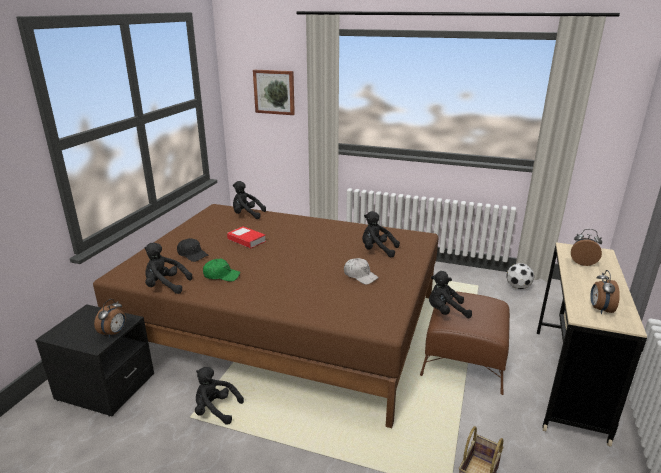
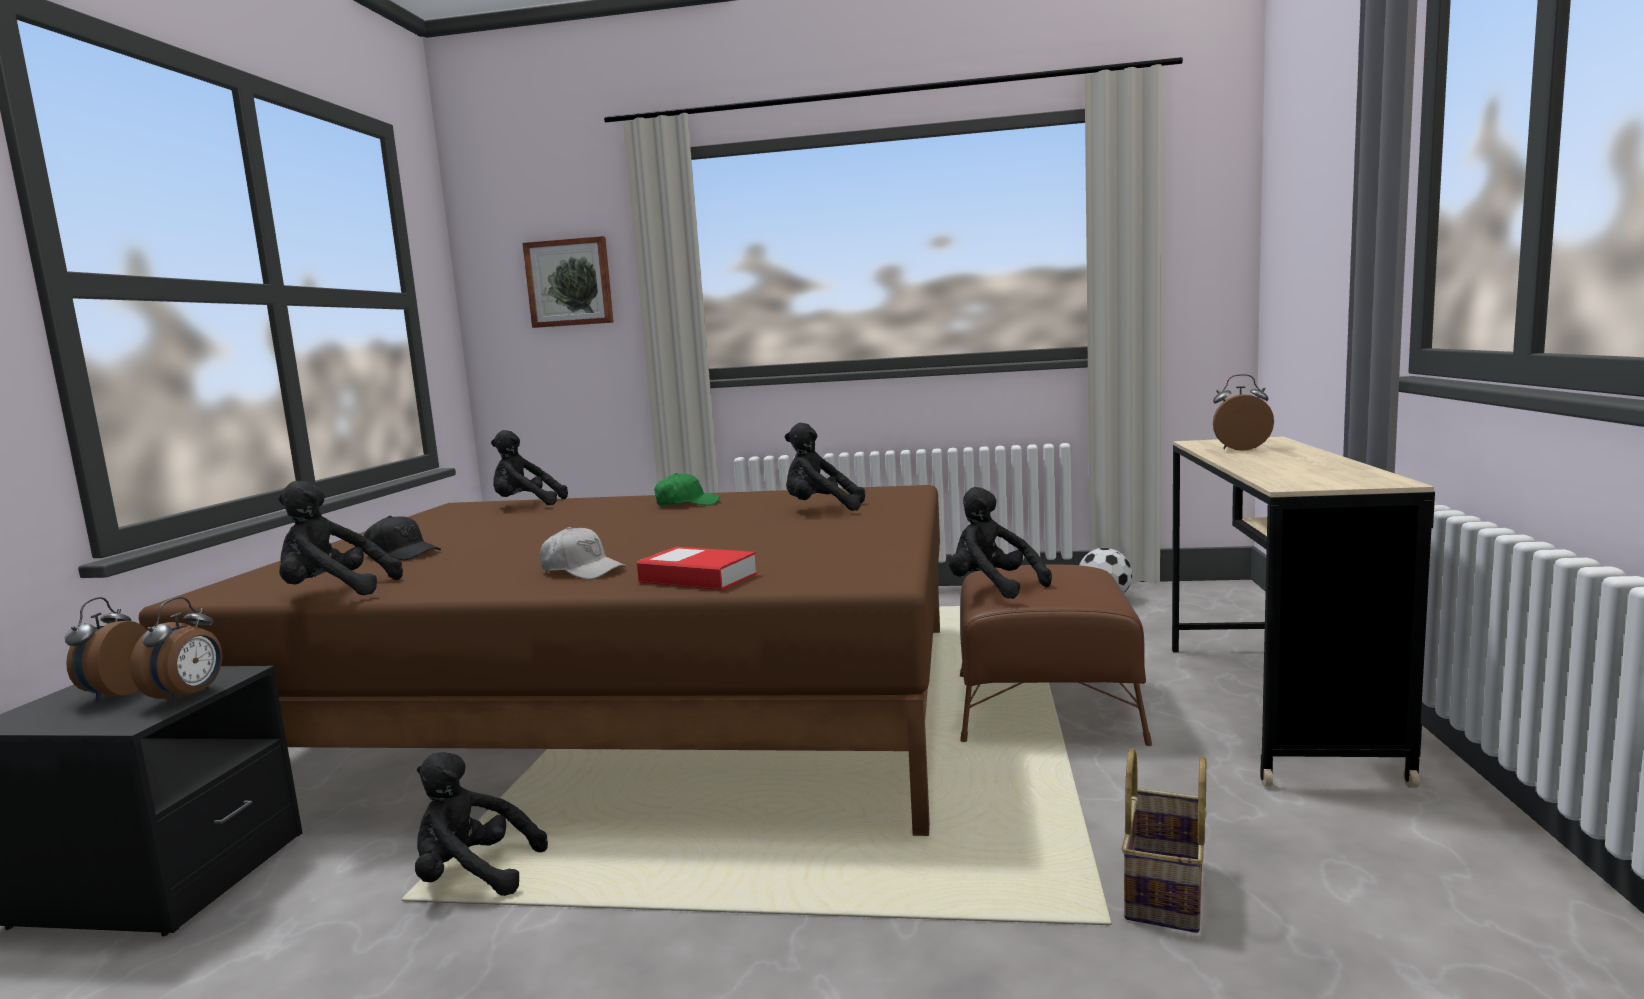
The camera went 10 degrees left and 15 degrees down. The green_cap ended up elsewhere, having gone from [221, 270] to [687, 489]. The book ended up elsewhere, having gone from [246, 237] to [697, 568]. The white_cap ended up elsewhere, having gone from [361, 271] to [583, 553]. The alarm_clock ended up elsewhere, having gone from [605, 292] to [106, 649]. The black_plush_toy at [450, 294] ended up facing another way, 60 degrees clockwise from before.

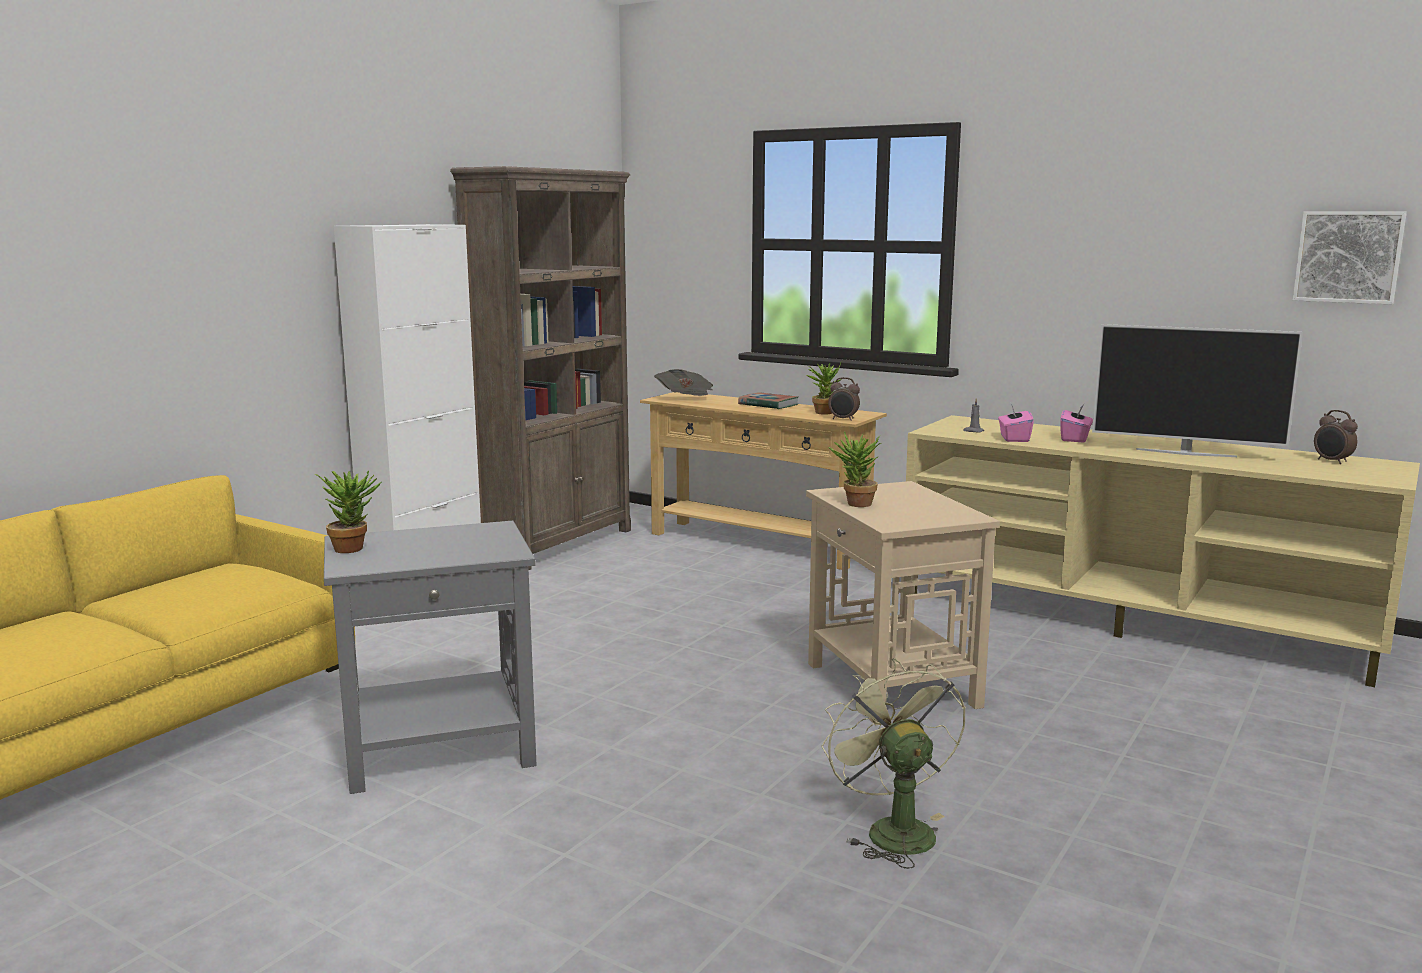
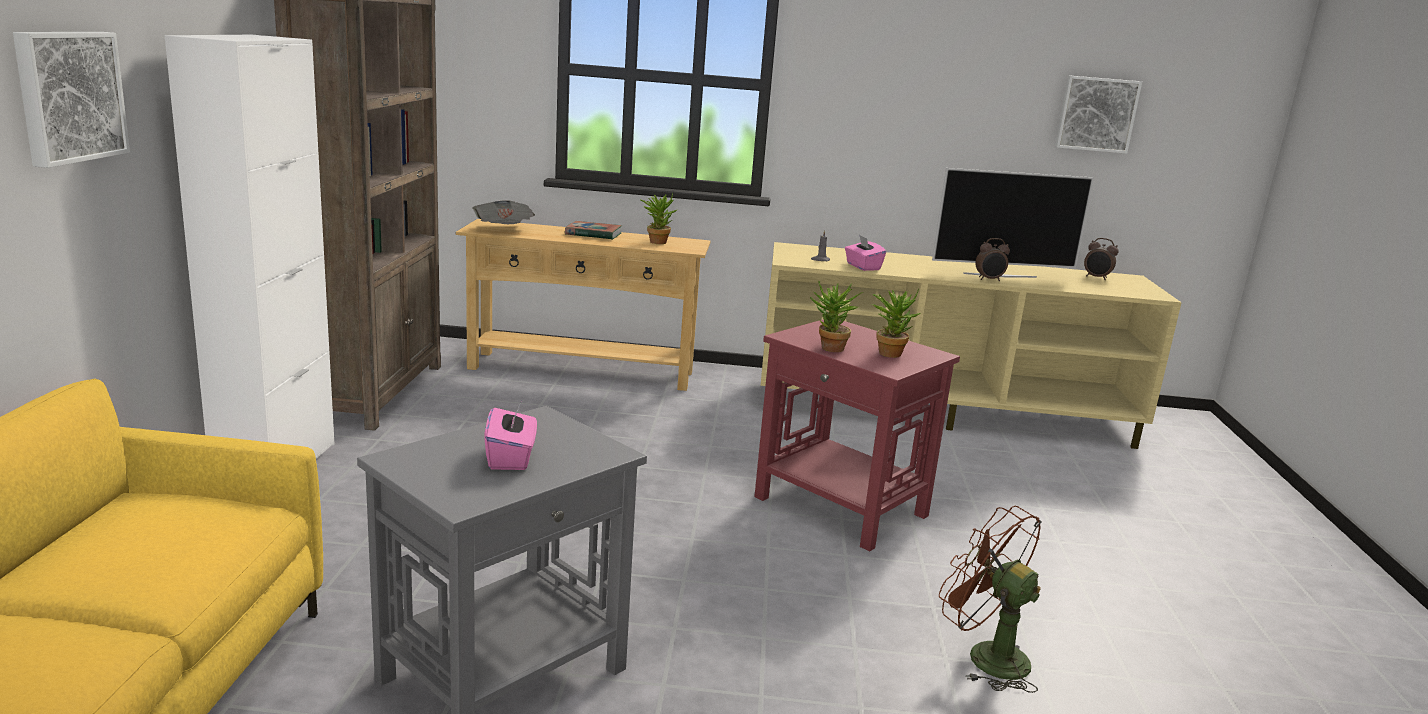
The camera went 30 degrees left and 5 degrees up. The second view gained the picture at [71, 100]. The potted_plant ended up elsewhere, having gone from [348, 512] to [896, 323]. The alarm_clock ended up elsewhere, having gone from [844, 399] to [992, 259]. The pink_tissue_box ended up elsewhere, having gone from [1076, 423] to [511, 436]. What was the beige_side_table at [903, 603] turned into the red_side_table at [857, 435]. What was the green_fan at [894, 763] turned into the brown_fan at [990, 599].

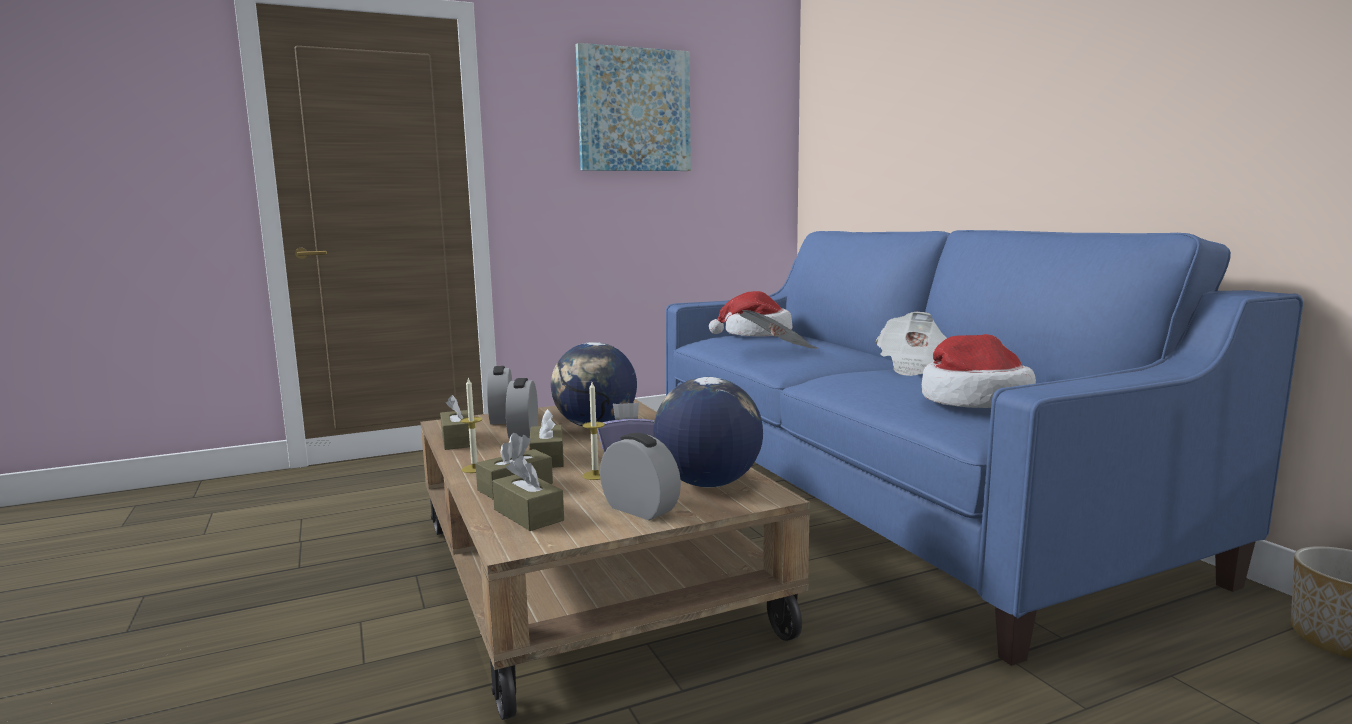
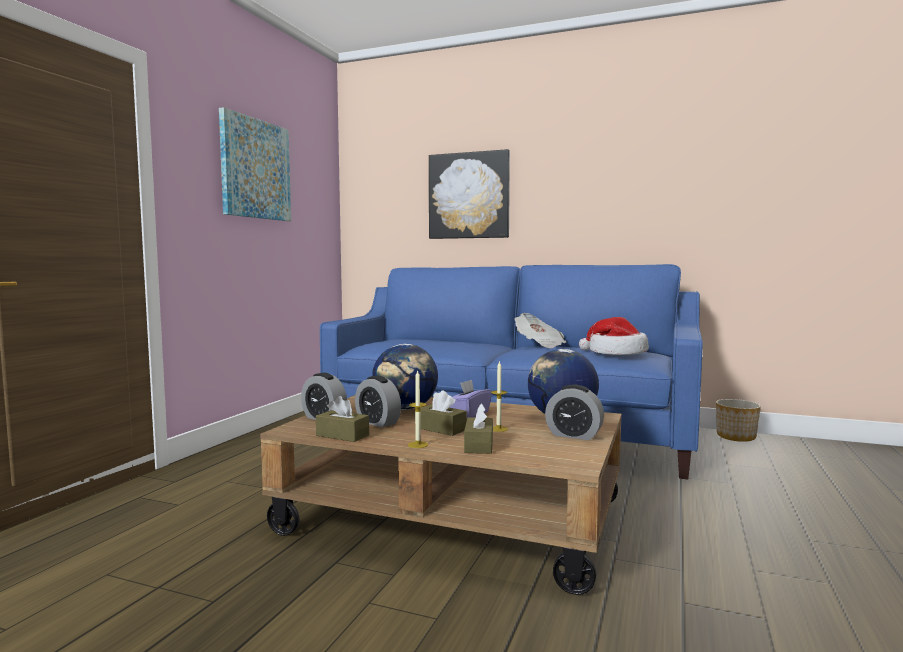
The camera went 45 degrees left and 5 degrees down. The second view lost the brown_tissue_box at [528, 493]. The second view lost the hat at [750, 313]. The second view lost the newspaper at [778, 329]. The second view gained the picture at [469, 194]. The alarm_clock at [640, 476] ended up facing another way, 150 degrees counterclockwise from before.

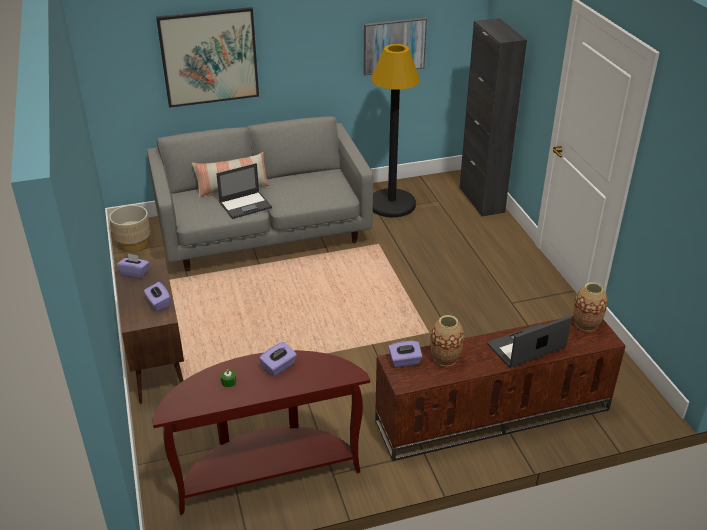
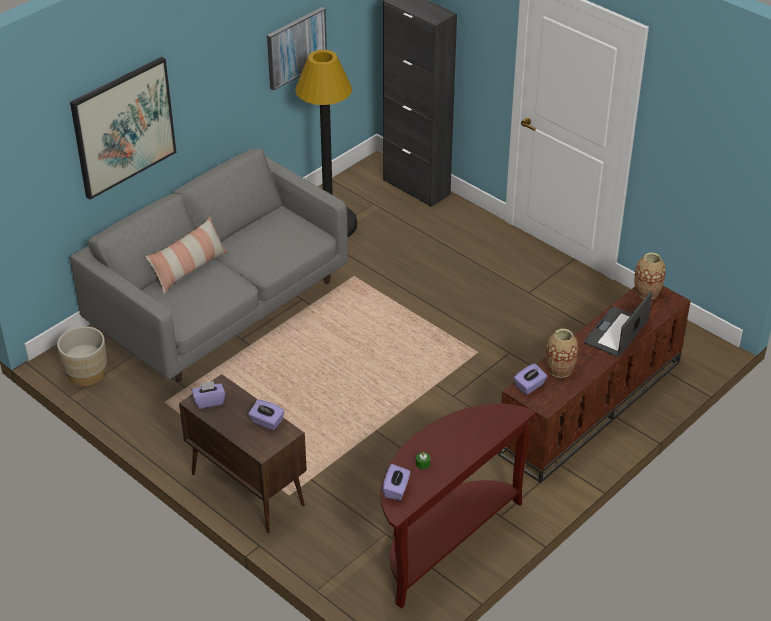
The camera went 30 degrees left and 5 degrees up. The second view lost the laptop at [244, 191]. The purple_tissue_box ended up elsewhere, having gone from [278, 359] to [396, 482].

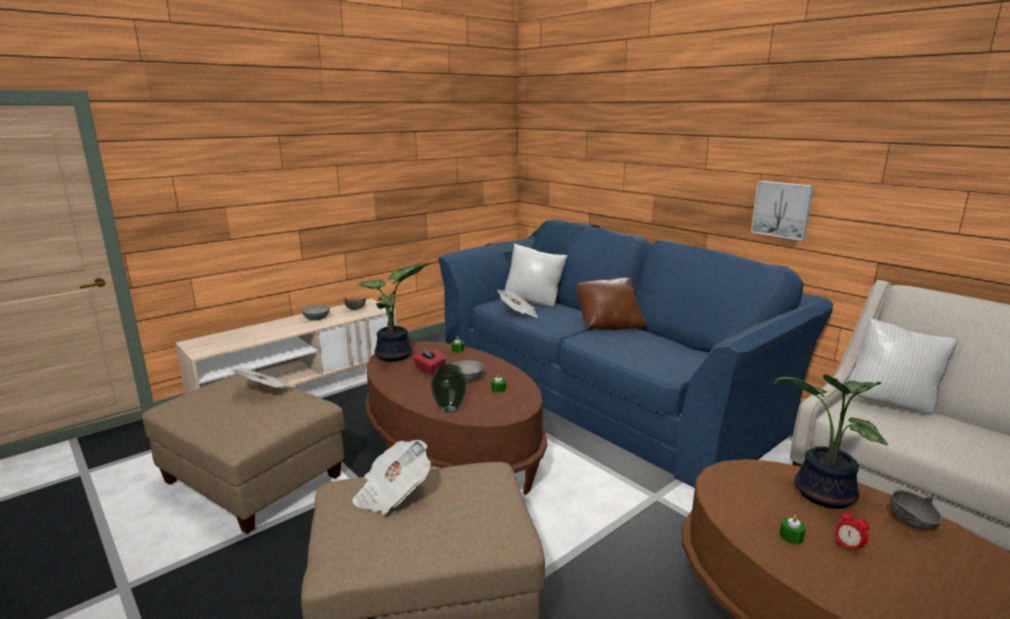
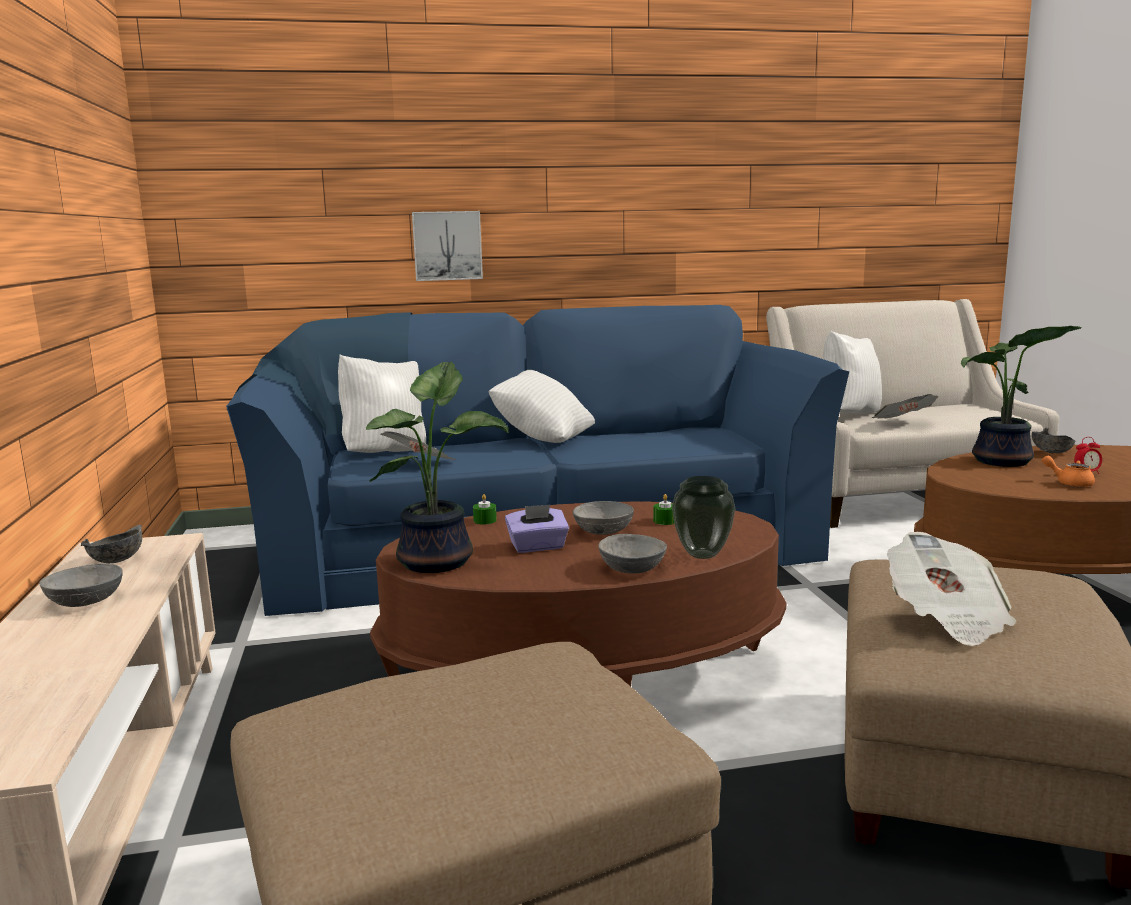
The camera went 60 degrees left and 5 degrees down. The second view gained the grey_bowl at [632, 554]. The newspaper ended up elsewhere, having gone from [263, 378] to [905, 406]. The picture ended up elsewhere, having gone from [782, 211] to [447, 246]. Where the green_candle stood at [792, 529], the orange_teapot came to stand at [1068, 471]. What was the red_tissue_box at [429, 361] turned into the purple_tissue_box at [537, 528]. What was the brown_pillow at [611, 304] turned into the white_pillow at [541, 406].

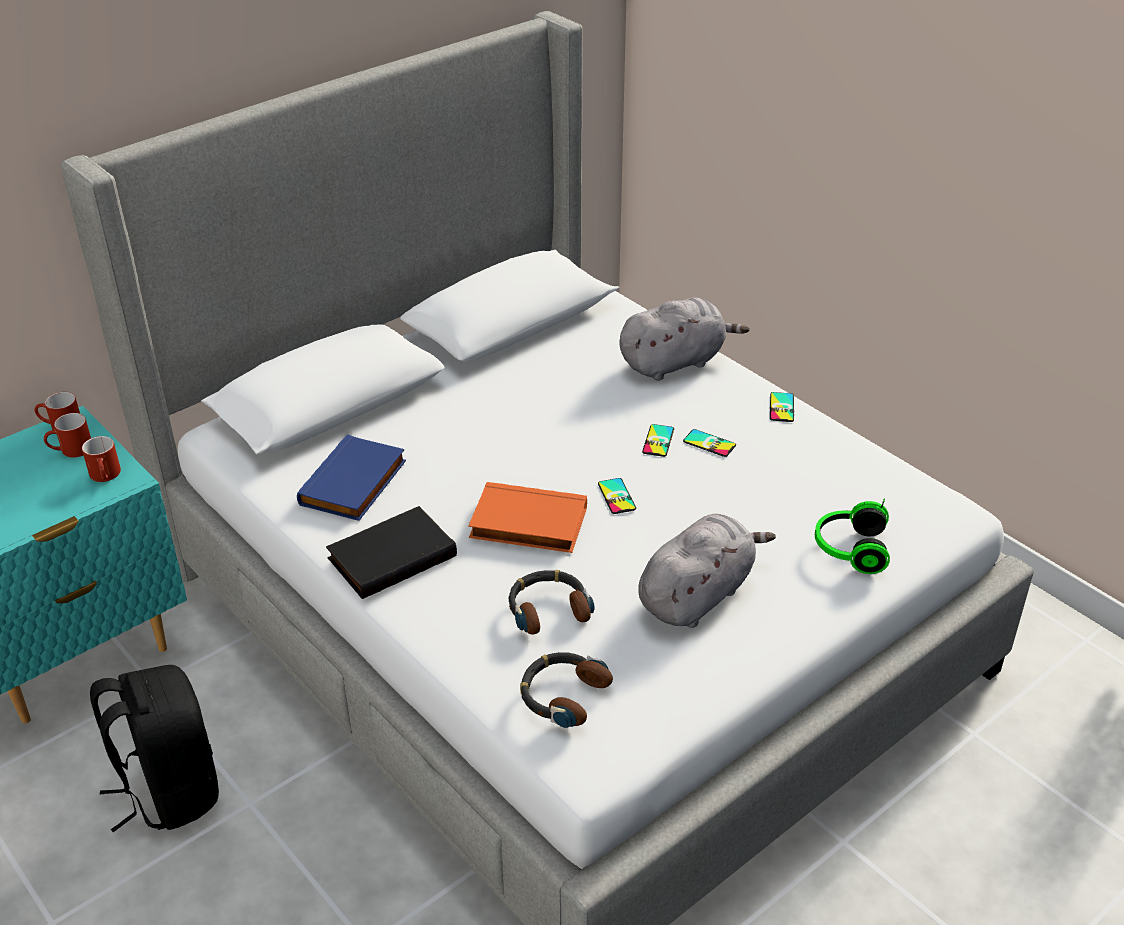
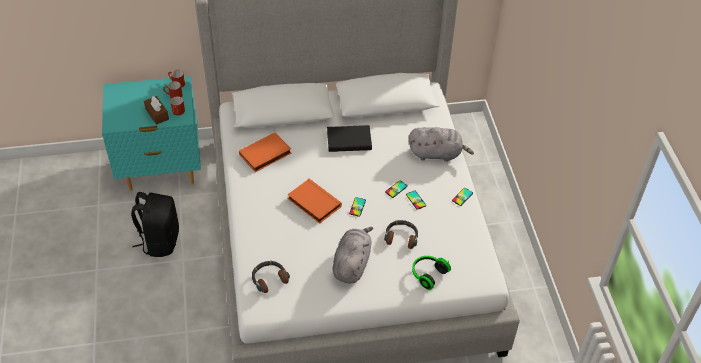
The camera went 30 degrees right and 10 degrees up. The second view gained the brown_tissue_box at [156, 110]. The black_book ended up elsewhere, having gone from [391, 552] to [349, 138]. The headphones ended up elsewhere, having gone from [552, 602] to [401, 234]. What was the blue_book at [351, 477] turned into the orange_book at [265, 152]. The grey_plush_toy at [707, 571] ended up facing another way, 60 degrees counterclockwise from before.

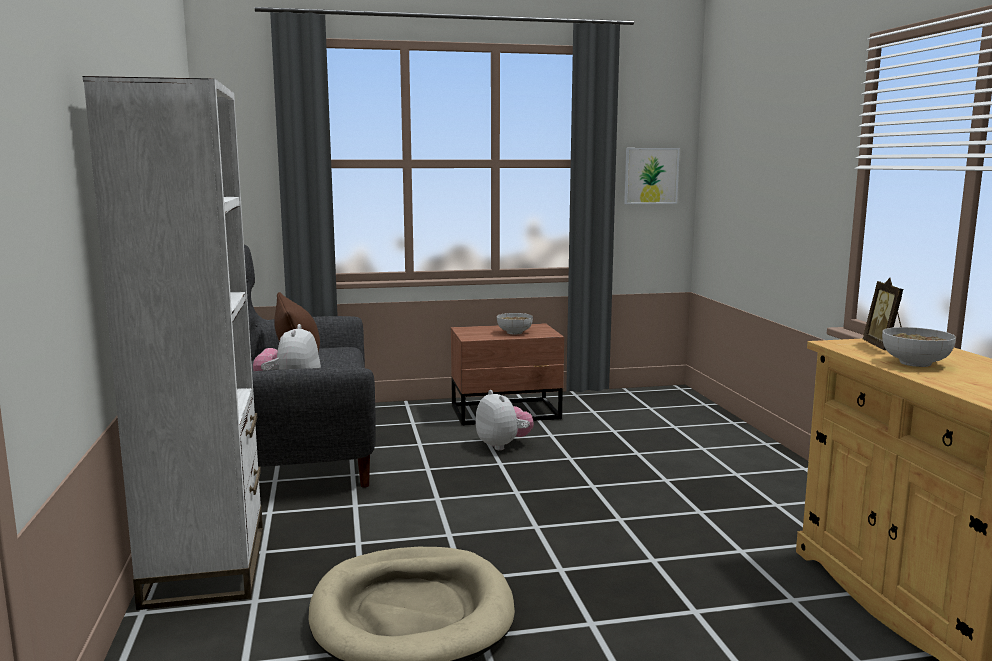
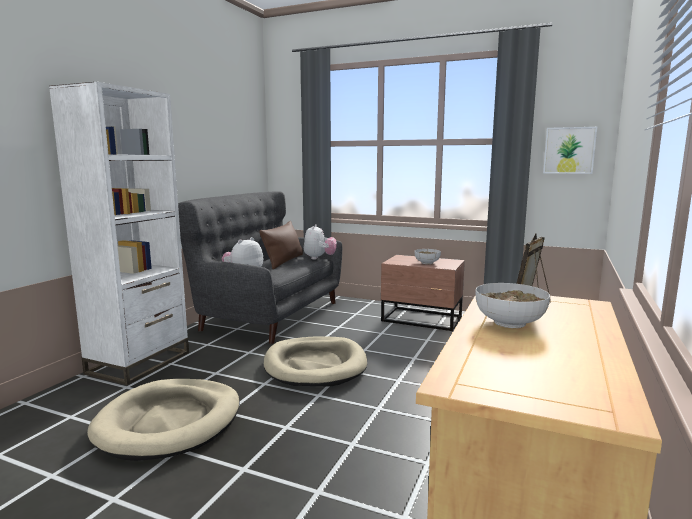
The camera went 35 degrees right and 0 degrees up. The second view gained the beige_dog_bed at [315, 361]. The plush_toy ended up elsewhere, having gone from [504, 420] to [320, 242].

